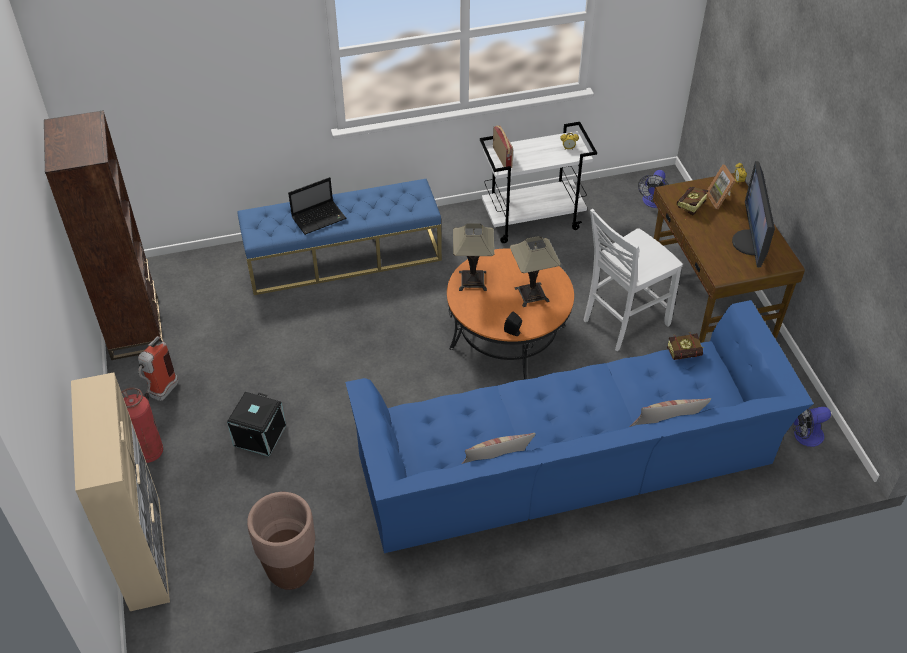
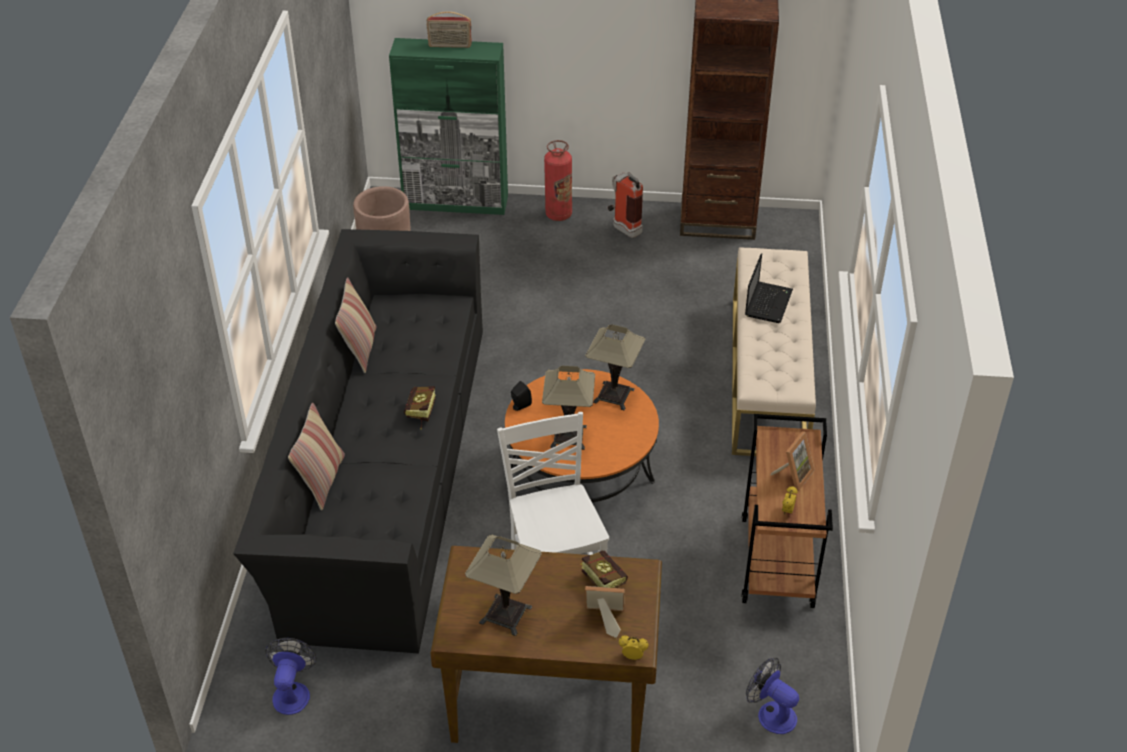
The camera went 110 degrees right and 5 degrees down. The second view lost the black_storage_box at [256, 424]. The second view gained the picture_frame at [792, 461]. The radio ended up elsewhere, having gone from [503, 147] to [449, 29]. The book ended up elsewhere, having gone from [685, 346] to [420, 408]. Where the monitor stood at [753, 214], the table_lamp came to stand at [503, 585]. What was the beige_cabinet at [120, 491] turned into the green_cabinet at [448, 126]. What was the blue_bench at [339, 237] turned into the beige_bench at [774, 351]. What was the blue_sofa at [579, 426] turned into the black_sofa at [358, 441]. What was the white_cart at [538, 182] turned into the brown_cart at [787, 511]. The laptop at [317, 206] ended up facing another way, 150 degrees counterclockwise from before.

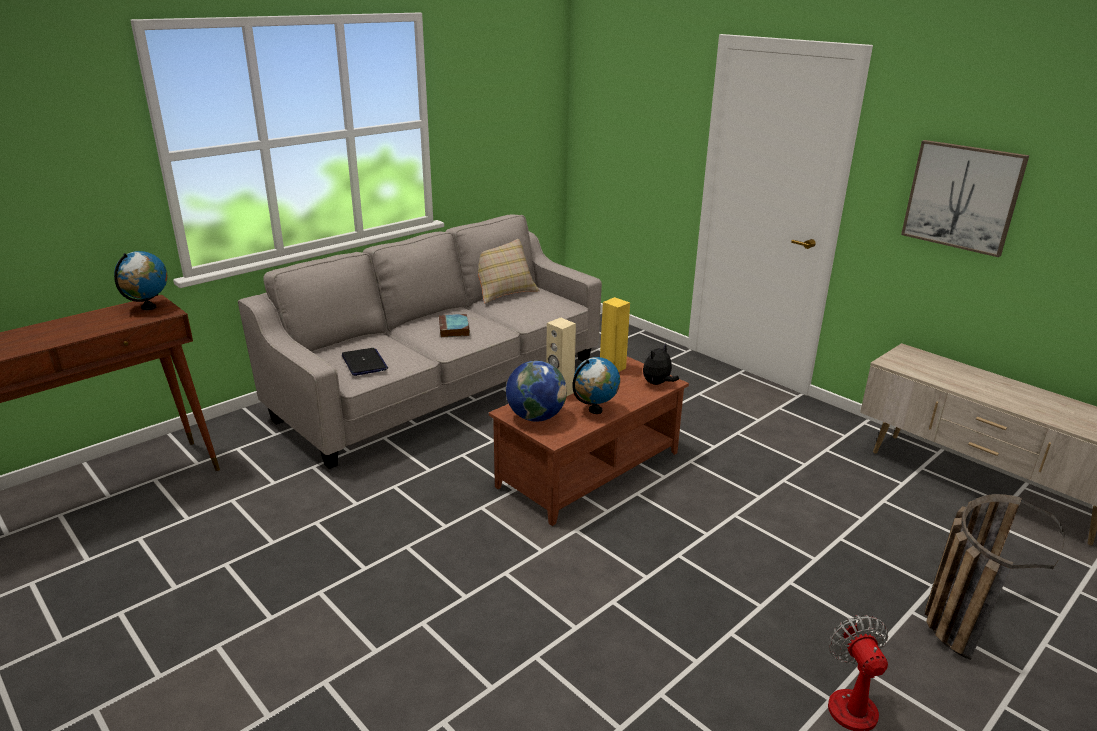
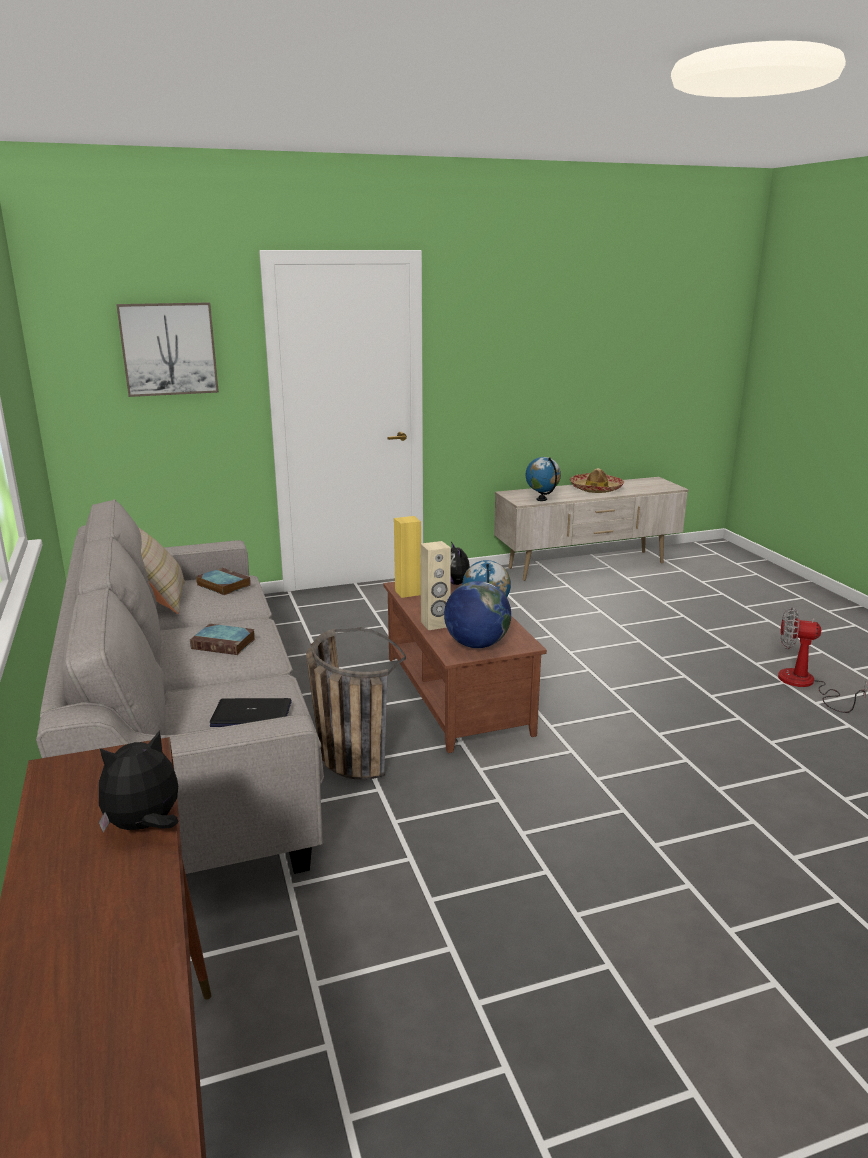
The camera went 65 degrees left and 5 degrees down. The second view gained the plush_toy at [139, 781]. The second view gained the book at [223, 581]. The second view gained the hat at [597, 480]. The globe ended up elsewhere, having gone from [140, 280] to [543, 479]. The picture ended up elsewhere, having gone from [965, 198] to [167, 349]. The basket ended up elsewhere, having gone from [995, 577] to [356, 703].

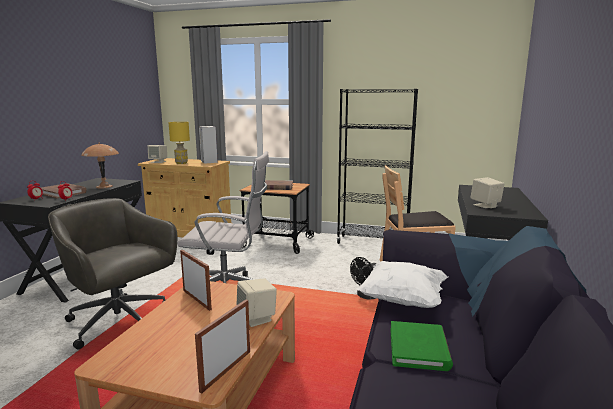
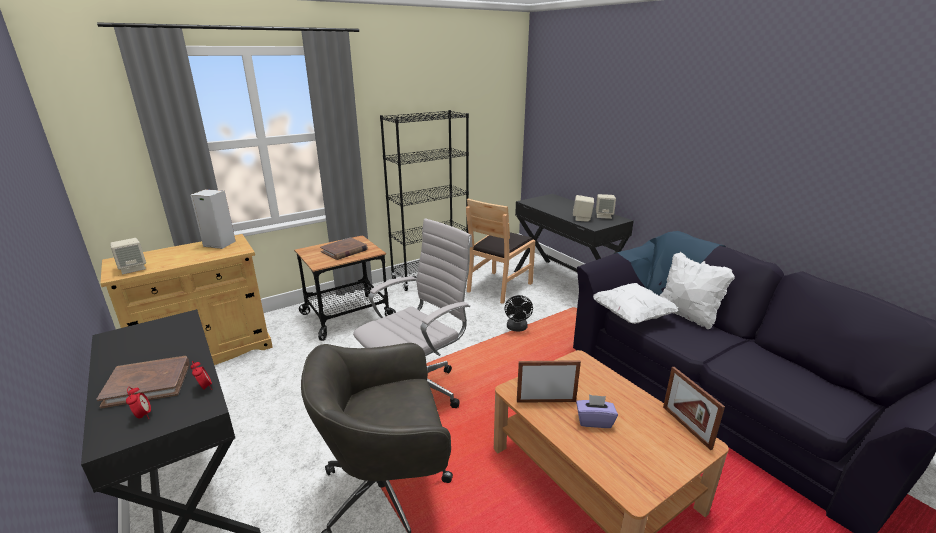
The camera went 50 degrees left and 10 degrees up. The second view lost the brown_table_lamp at [100, 165]. The second view lost the yellow_table_lamp at [179, 143]. The second view lost the green_book at [422, 346]. The second view gained the purple_tissue_box at [597, 411]. The second view gained the white_pillow at [697, 290]. The beige_speaker ended up elsewhere, having gone from [256, 303] to [606, 206].

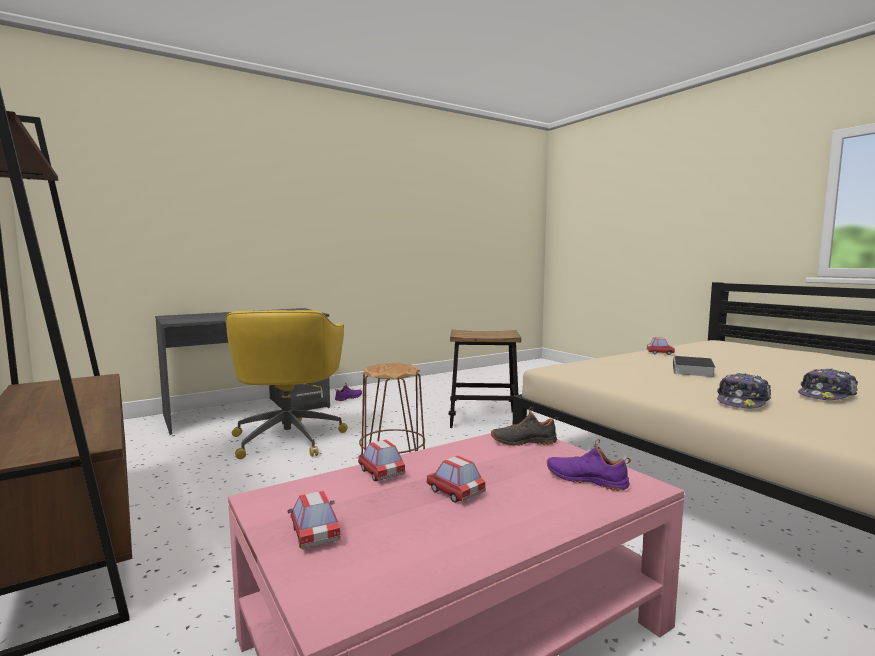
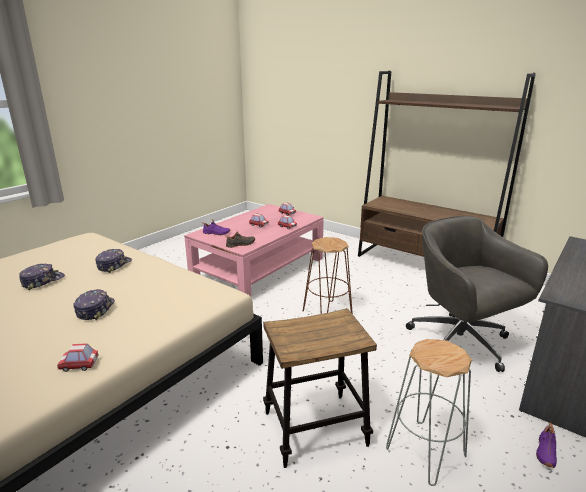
The camera went 160 degrees right and 15 degrees up. The second view gained the grey_stool at [429, 412]. Where the book stood at [694, 366], the cap came to stand at [94, 304]. What was the yellow_office_chair at [287, 384] turned into the grey_office_chair at [477, 294].

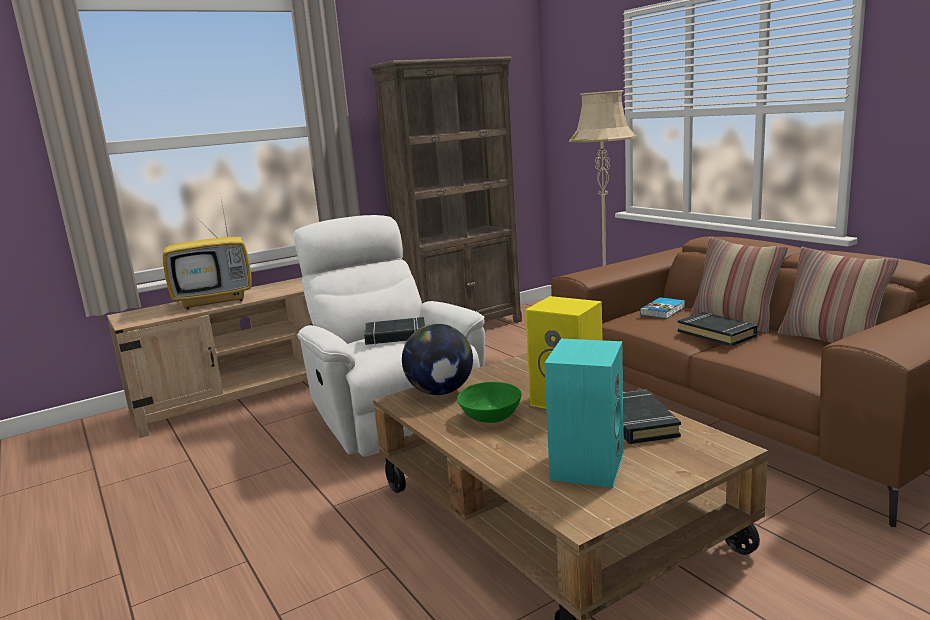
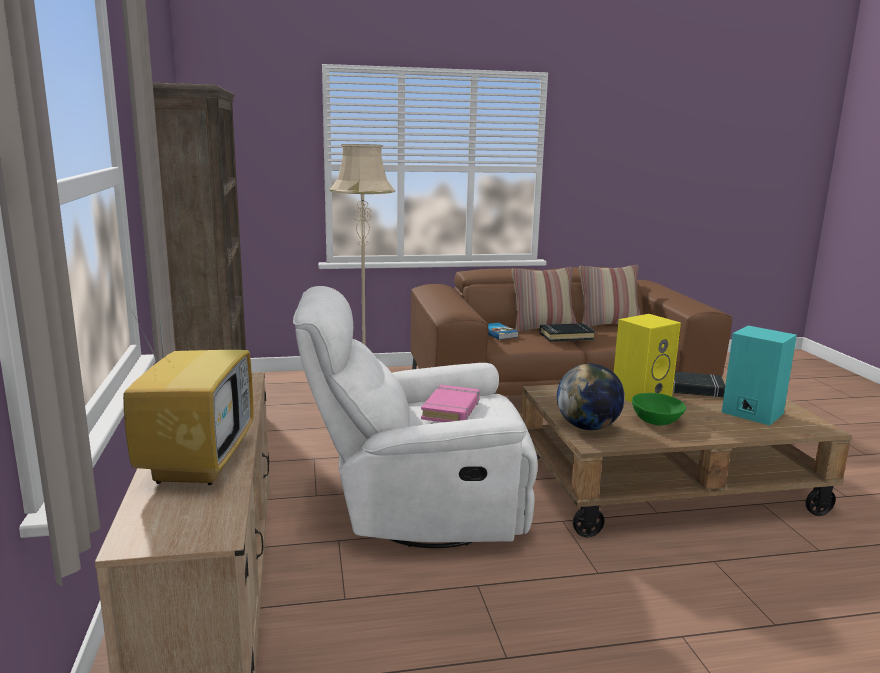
The camera went 70 degrees left and 0 degrees up. What was the black_book at [394, 331] turned into the pink_book at [450, 403].

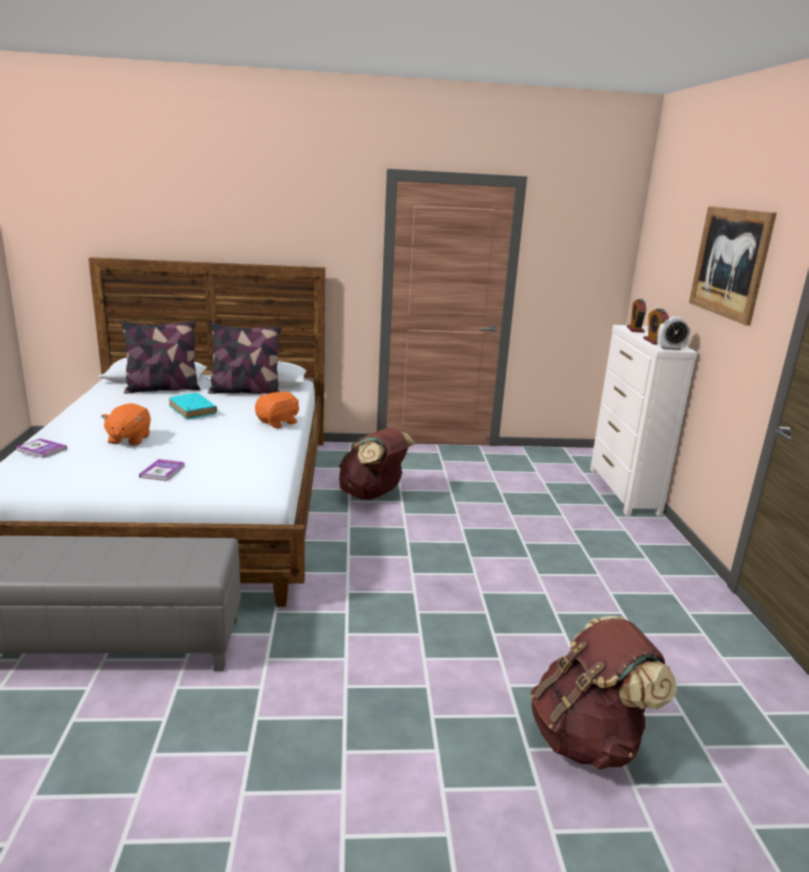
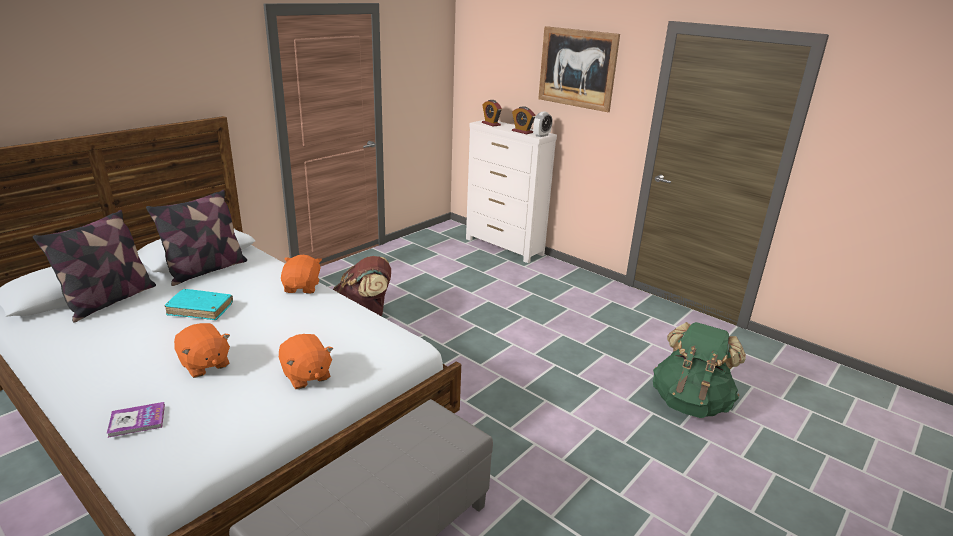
The camera went 45 degrees left and 5 degrees up. Where the book stood at [162, 470], the orange_plush_toy came to stand at [306, 361]. What was the brown_backpack at [604, 693] turned into the green_backpack at [699, 370].

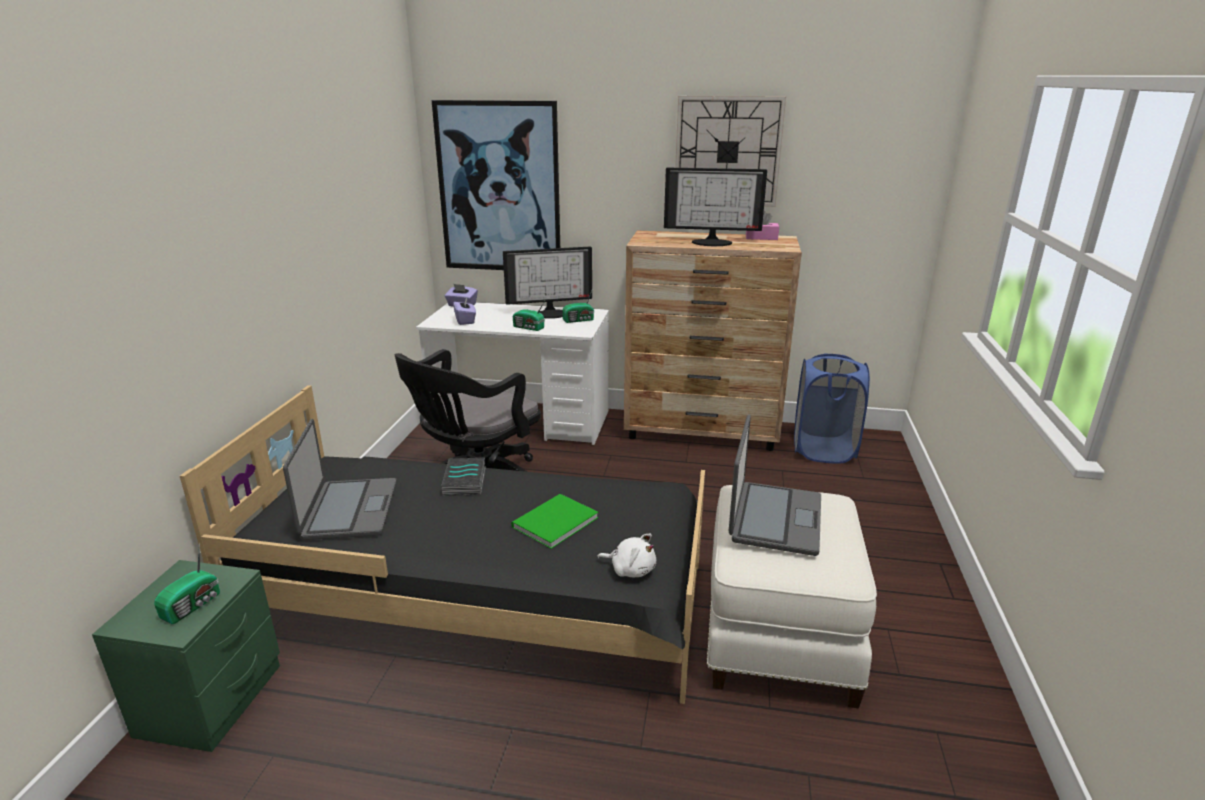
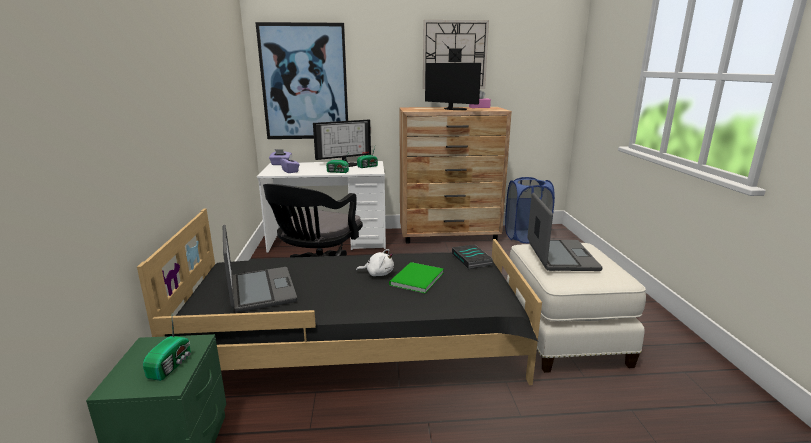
The camera went 15 degrees left and 5 degrees down. The book ended up elsewhere, having gone from [463, 477] to [472, 256]. The white_plush_toy ended up elsewhere, having gone from [626, 555] to [375, 262]. The monitor at [715, 207] ended up facing another way, 135 degrees counterclockwise from before.

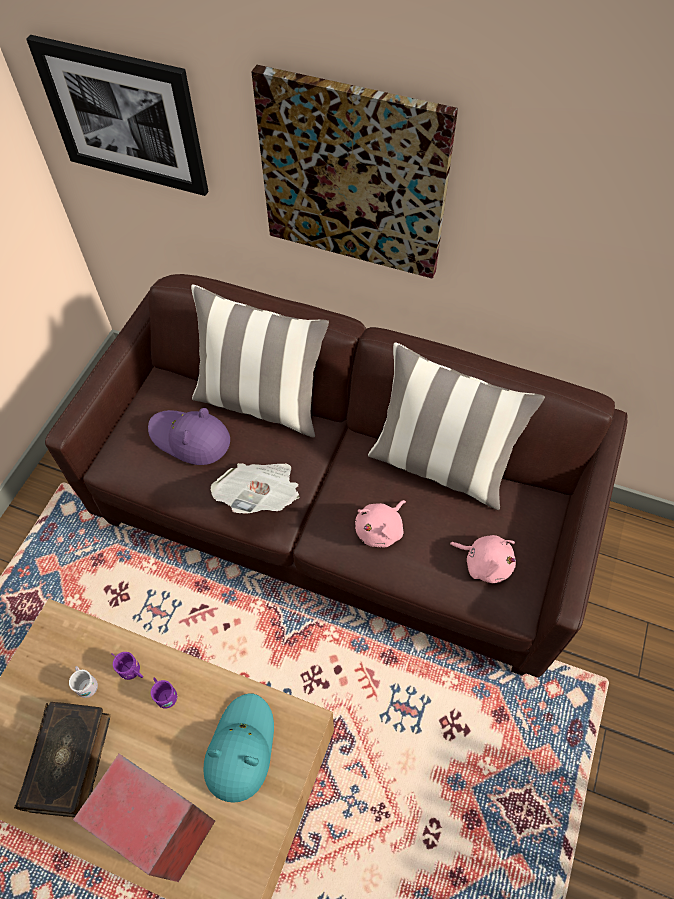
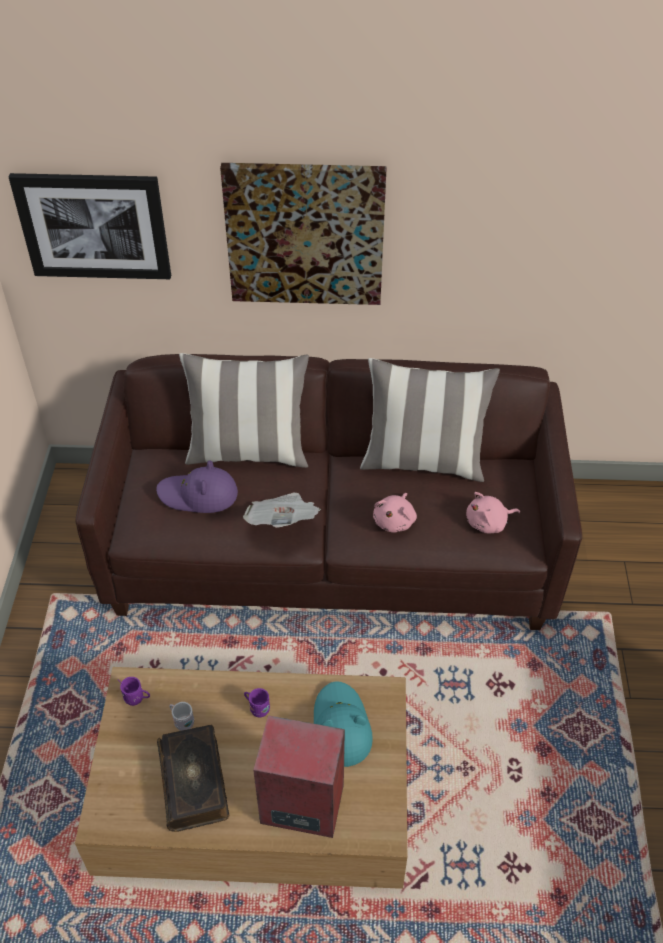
The camera went 20 degrees left and 10 degrees down. The purple_mug ended up elsewhere, having gone from [127, 666] to [134, 691]. The pink_plush_toy at [483, 559] ended up facing another way, 150 degrees clockwise from before.

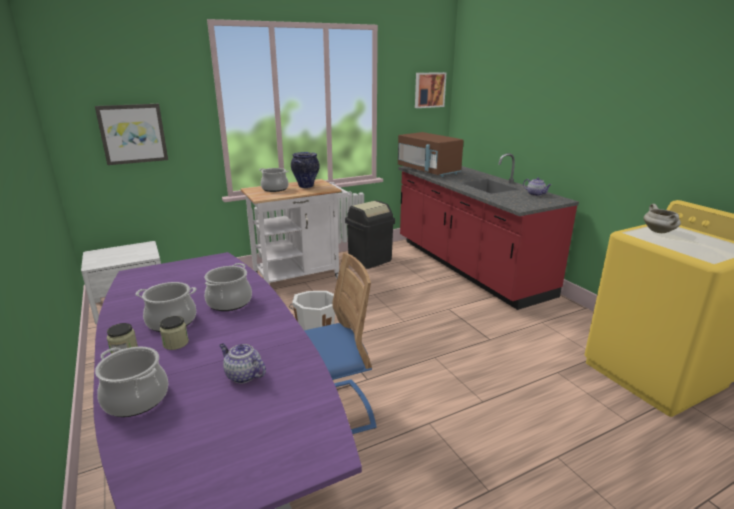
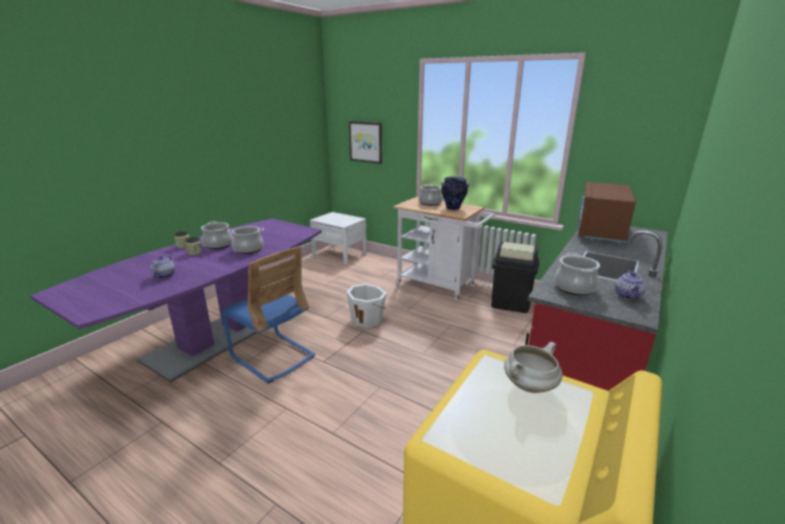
The camera went 60 degrees right and 0 degrees up. The second view lost the picture at [431, 90]. The cooking_pot ended up elsewhere, having gone from [132, 382] to [577, 274].

